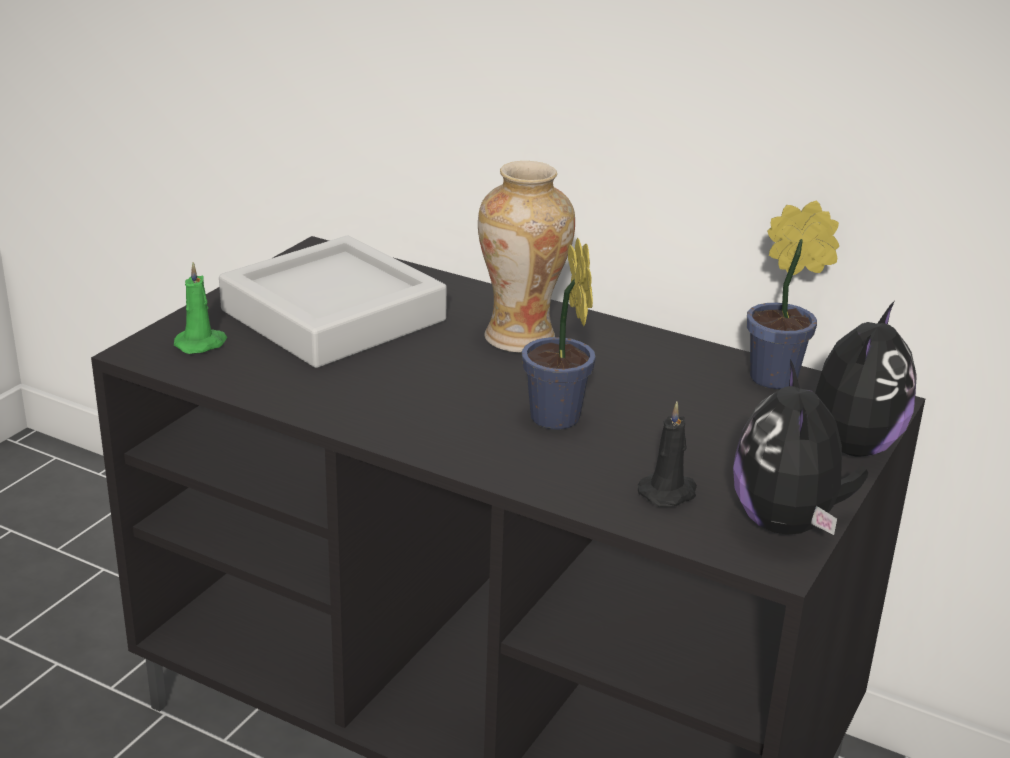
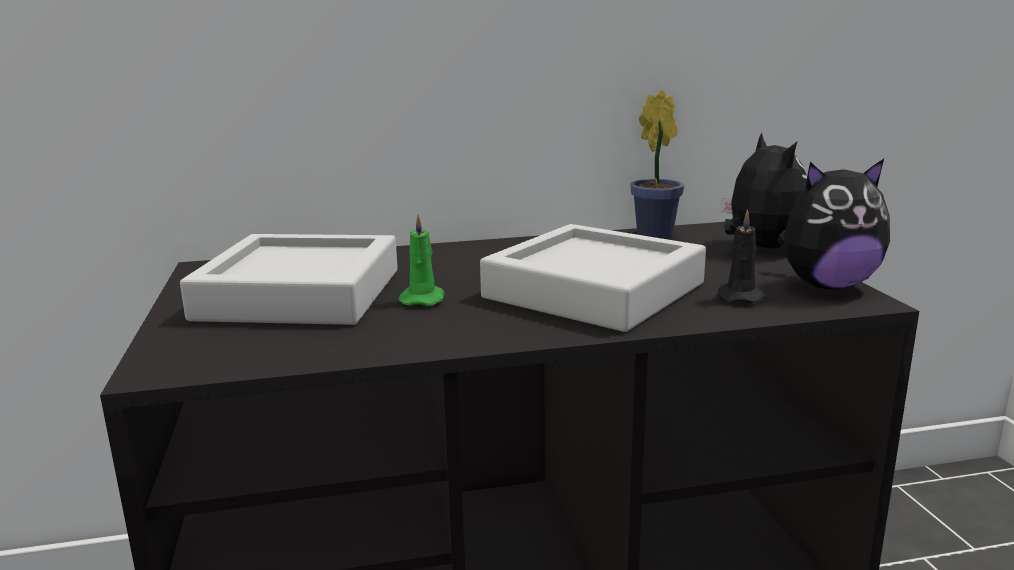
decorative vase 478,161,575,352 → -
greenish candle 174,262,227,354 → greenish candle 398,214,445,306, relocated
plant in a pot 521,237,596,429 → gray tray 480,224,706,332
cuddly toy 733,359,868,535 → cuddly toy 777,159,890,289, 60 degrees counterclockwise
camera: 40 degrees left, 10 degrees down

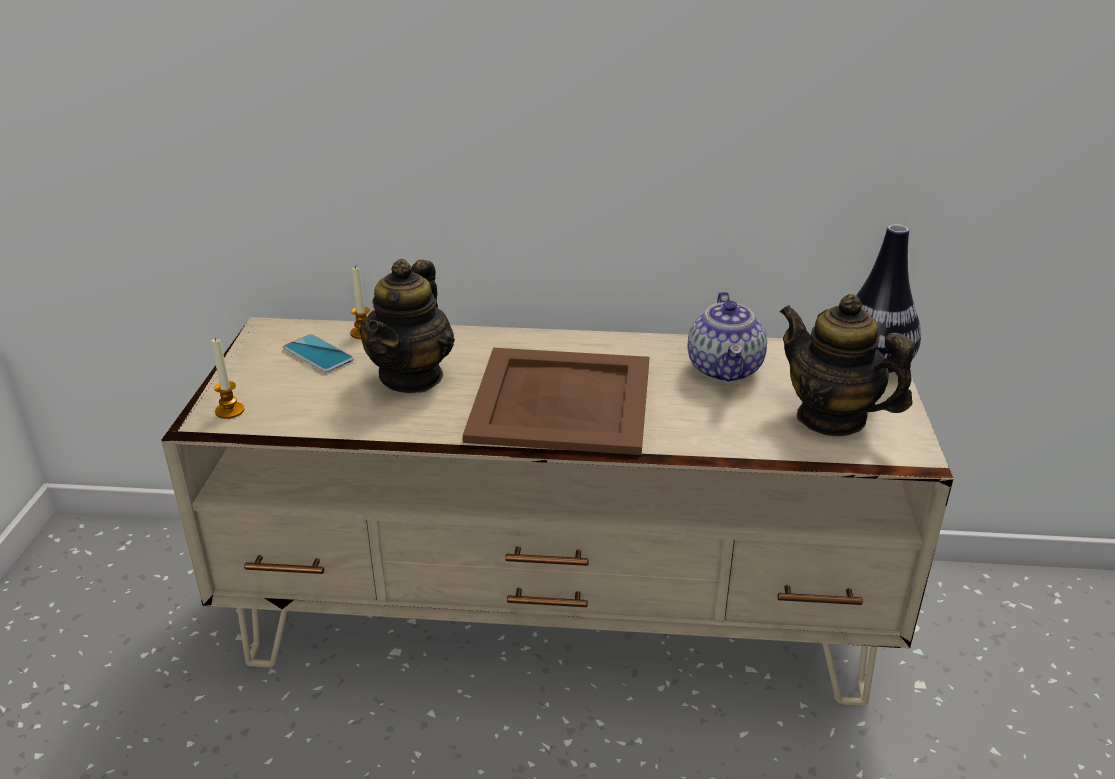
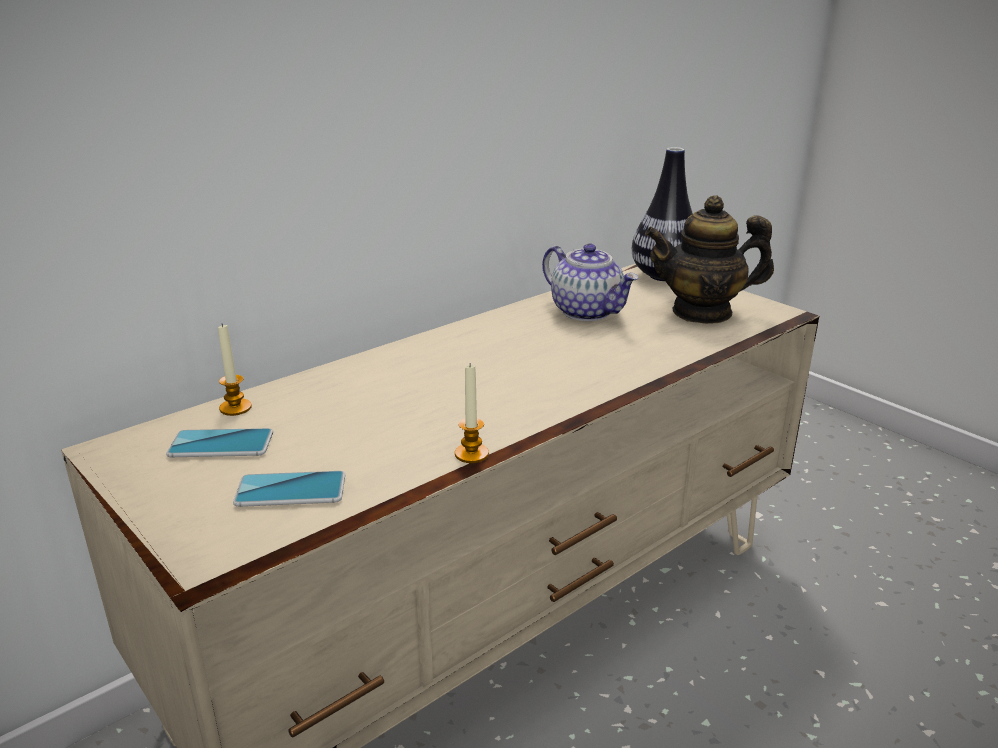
pot for tea 360,259,455,393 → -
brown-coloured tray 463,348,649,455 → -
- → phone 233,471,345,507
candle 211,338,244,419 → candle 455,364,489,463, relocated
camera: 45 degrees left, 5 degrees down

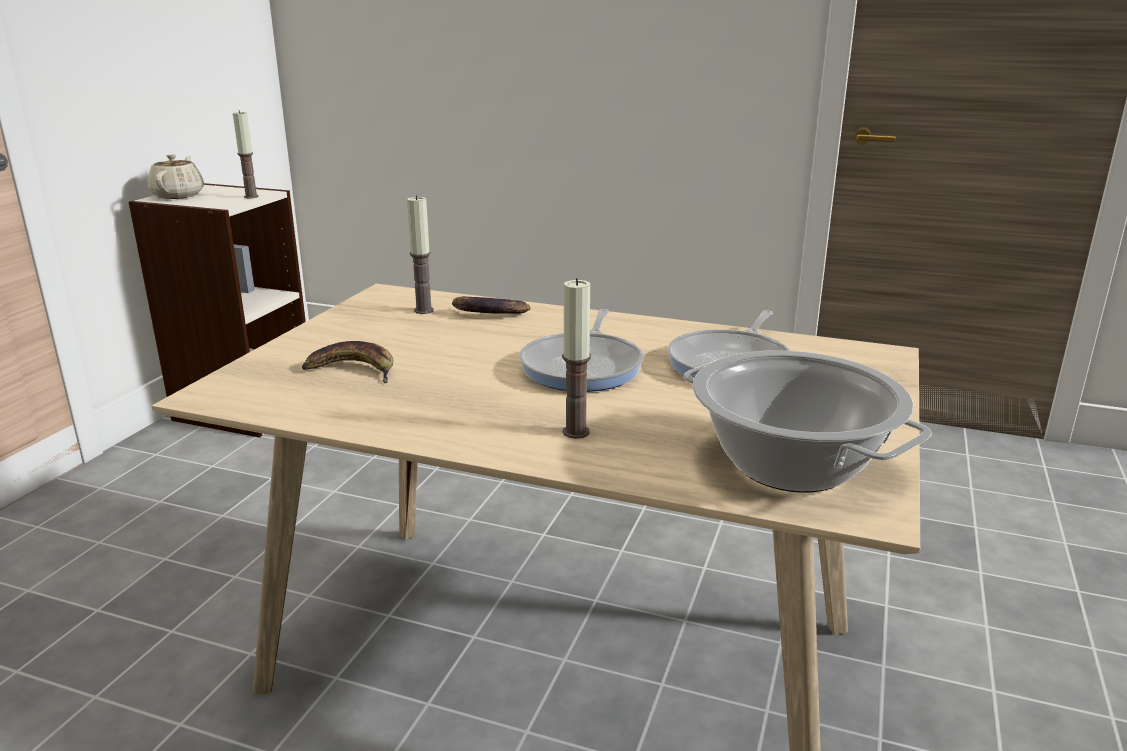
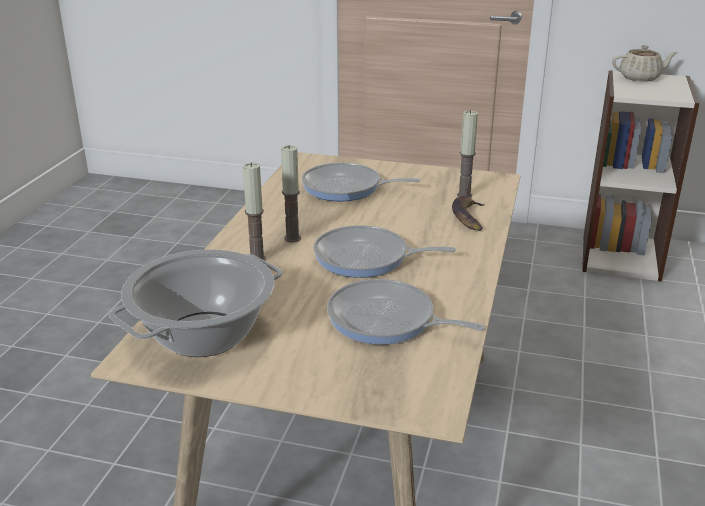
candle 233,110,259,198 → candle 281,145,301,242, relocated
whole banana 302,341,393,383 → frying pan 302,163,420,201
camera: 85 degrees right, 5 degrees up

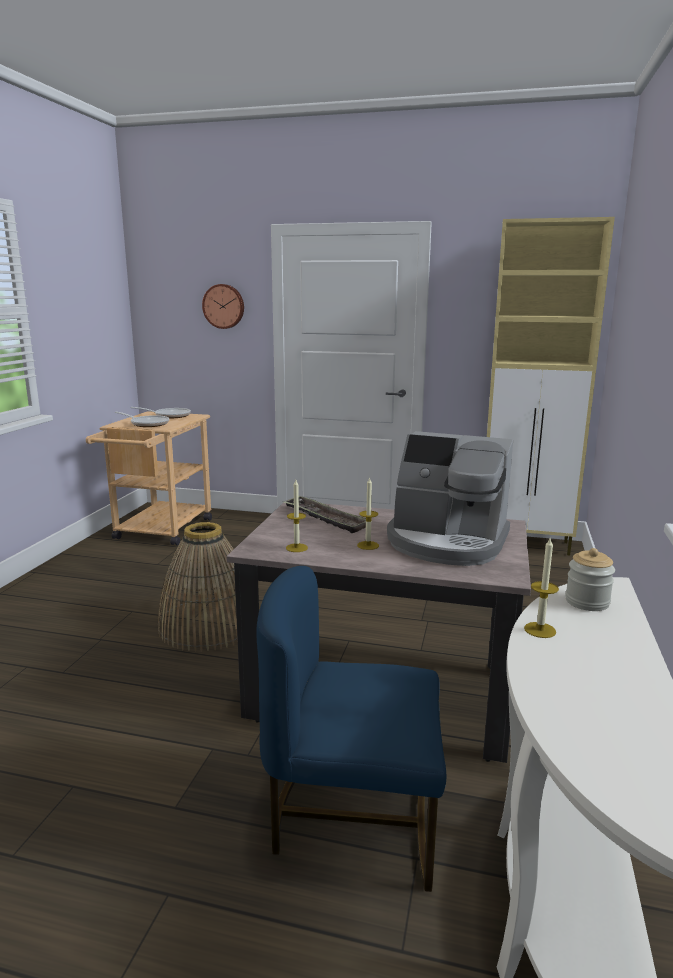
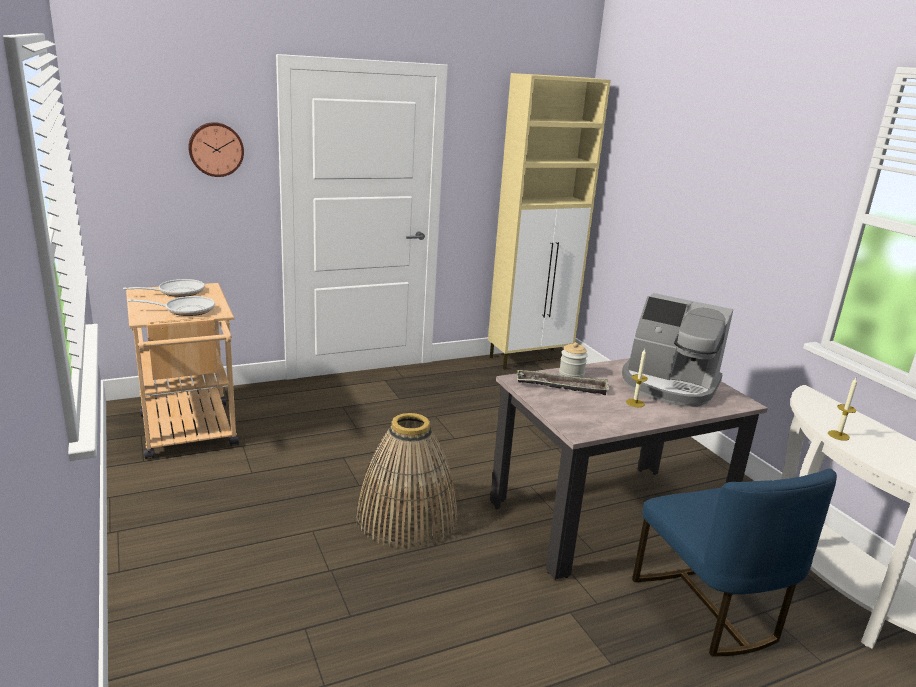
candle 286,480,308,552 → -
jar 565,548,615,611 → jar 559,342,588,378, relocated
blue upright chair 256,566,446,892 → blue upright chair 632,469,837,657, 75 degrees counterclockwise
coffee maker 387,431,513,566 → coffee maker 622,293,733,407, 45 degrees clockwise
camera: 40 degrees left, 5 degrees up

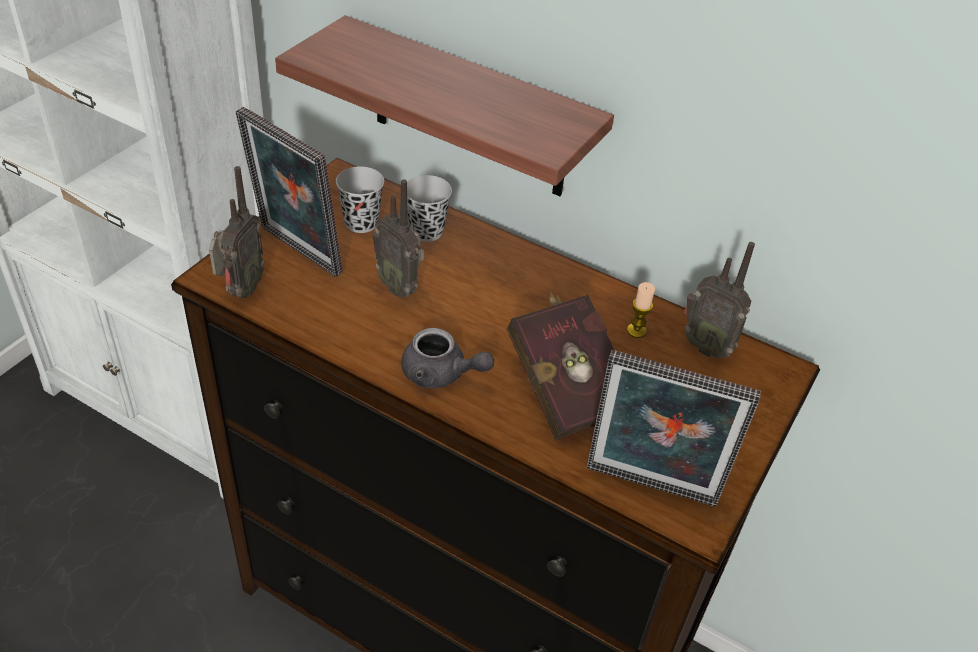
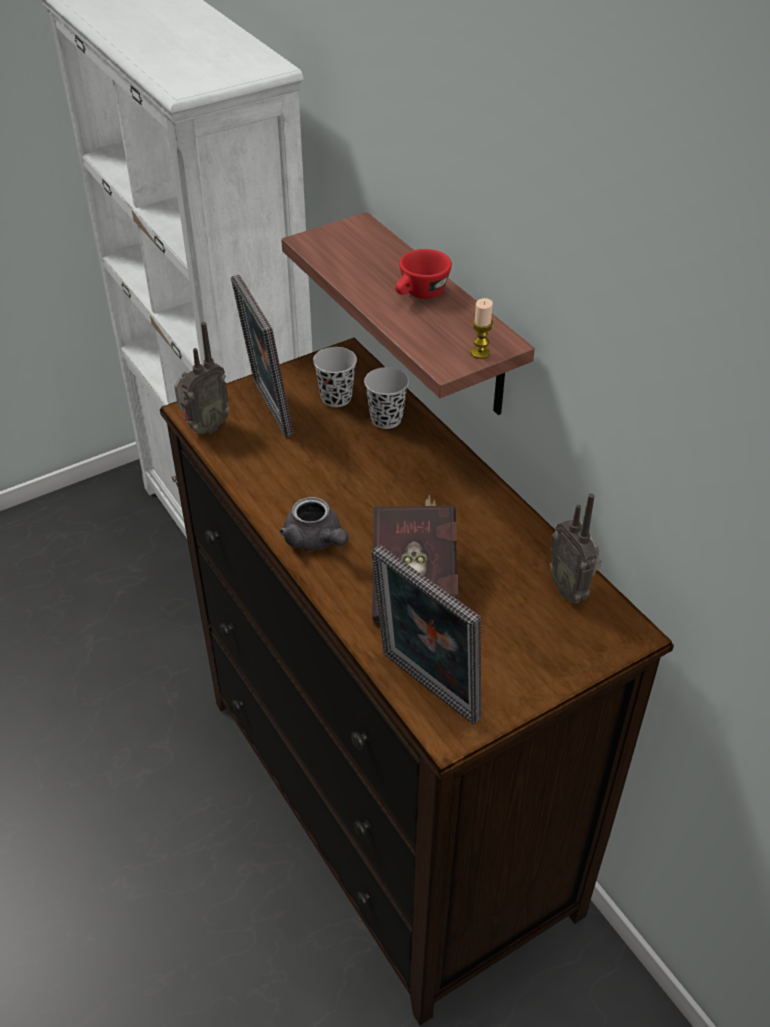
radio receiver 372,179,424,298 → -
- → red-coloured small cup 395,249,452,299
candle 627,282,655,338 → candle 471,298,493,359, relocated
camera: 30 degrees right, 0 degrees up

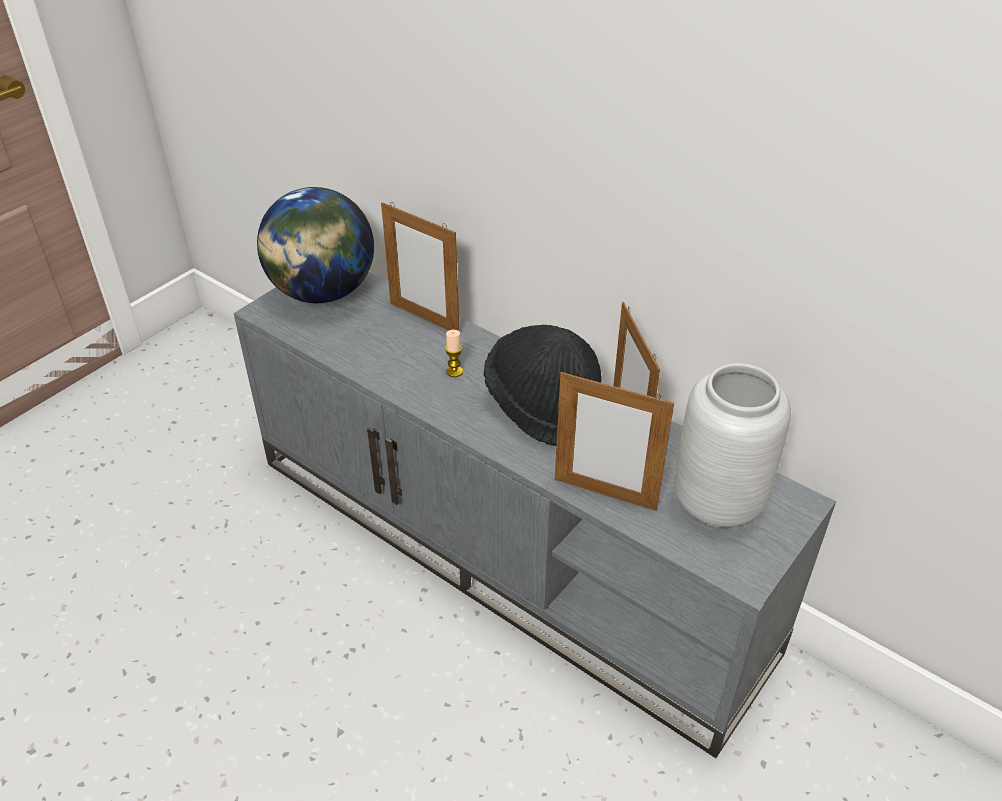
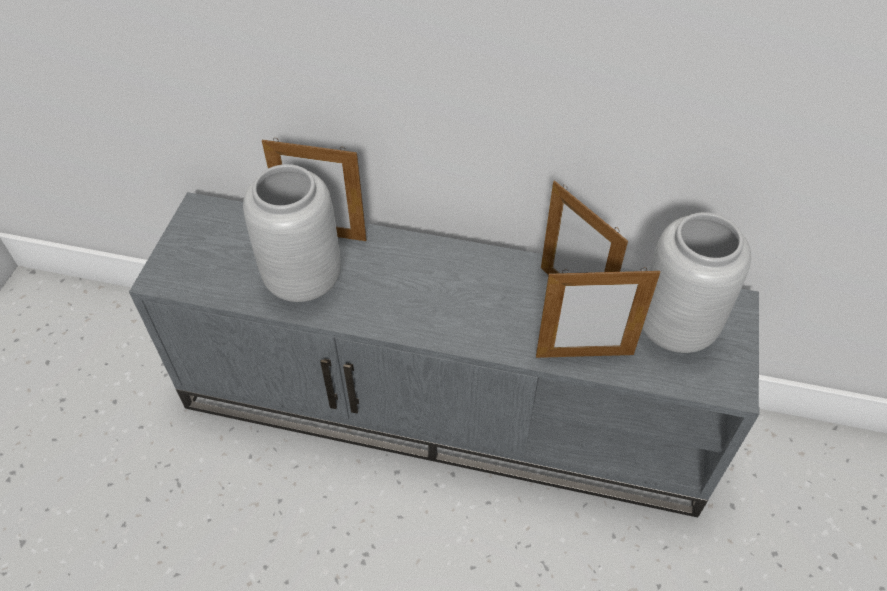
globe 257,187,374,303 → -
candle 445,330,463,377 → -
black-coloured wearable hat 484,325,602,446 → -
- → gray decorative vase 243,164,341,302
camera: 25 degrees left, 10 degrees up

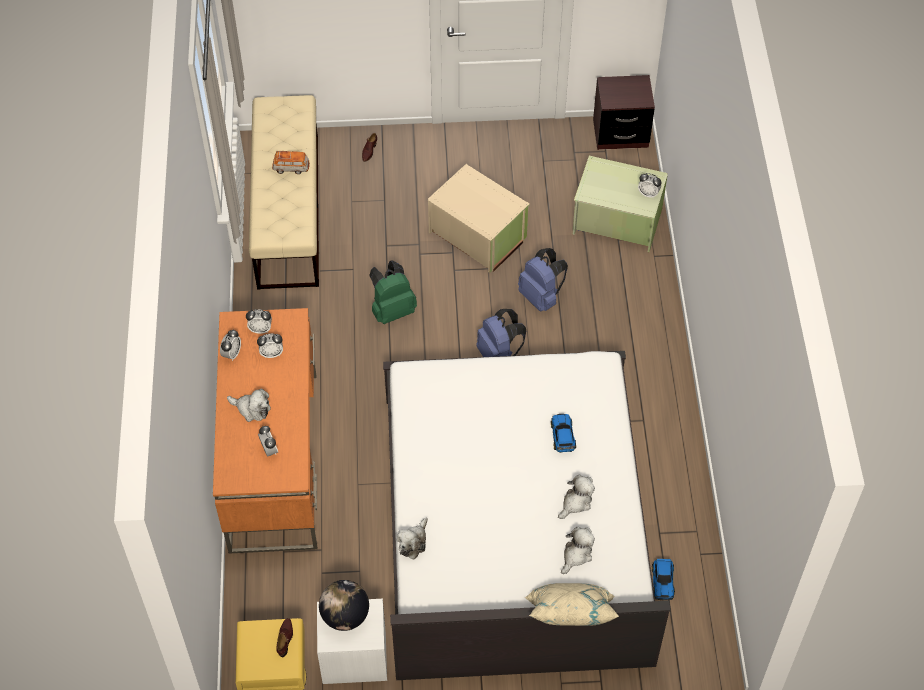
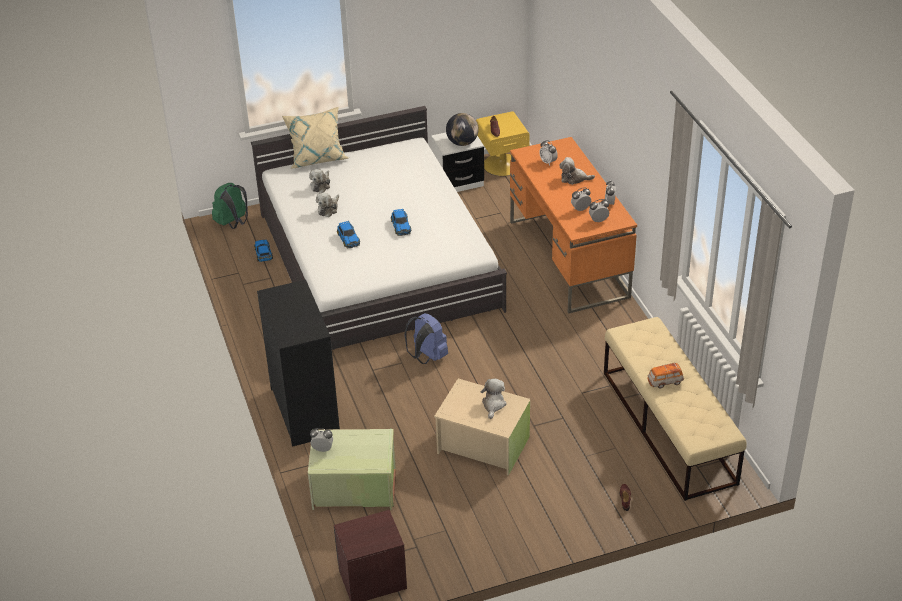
blue knapsack 518,248,568,312 → -
- → black-coloured chest of drawers 257,280,340,447
- → toy car 391,209,411,236
greenish knapsack 369,260,417,324 → greenish knapsack 212,183,248,229, relocated
cuddly toy 397,517,428,560 → cuddly toy 481,379,507,419, relocated
camera: 165 degrees right, 15 degrees down

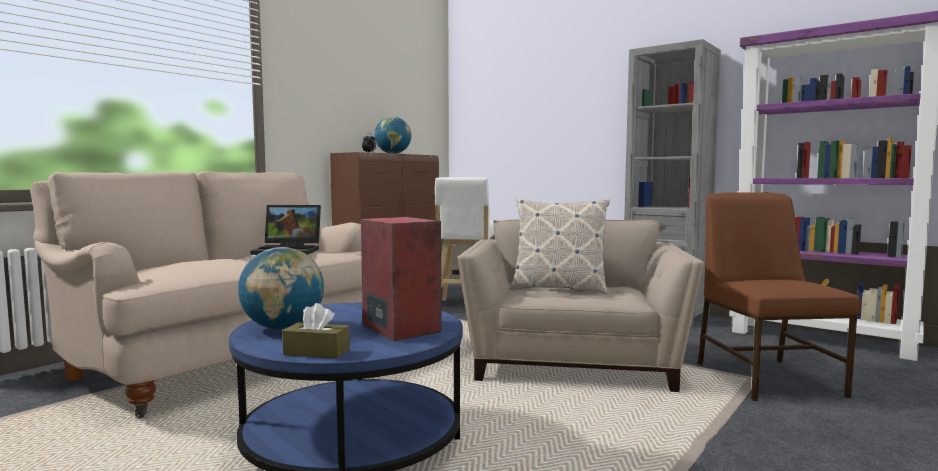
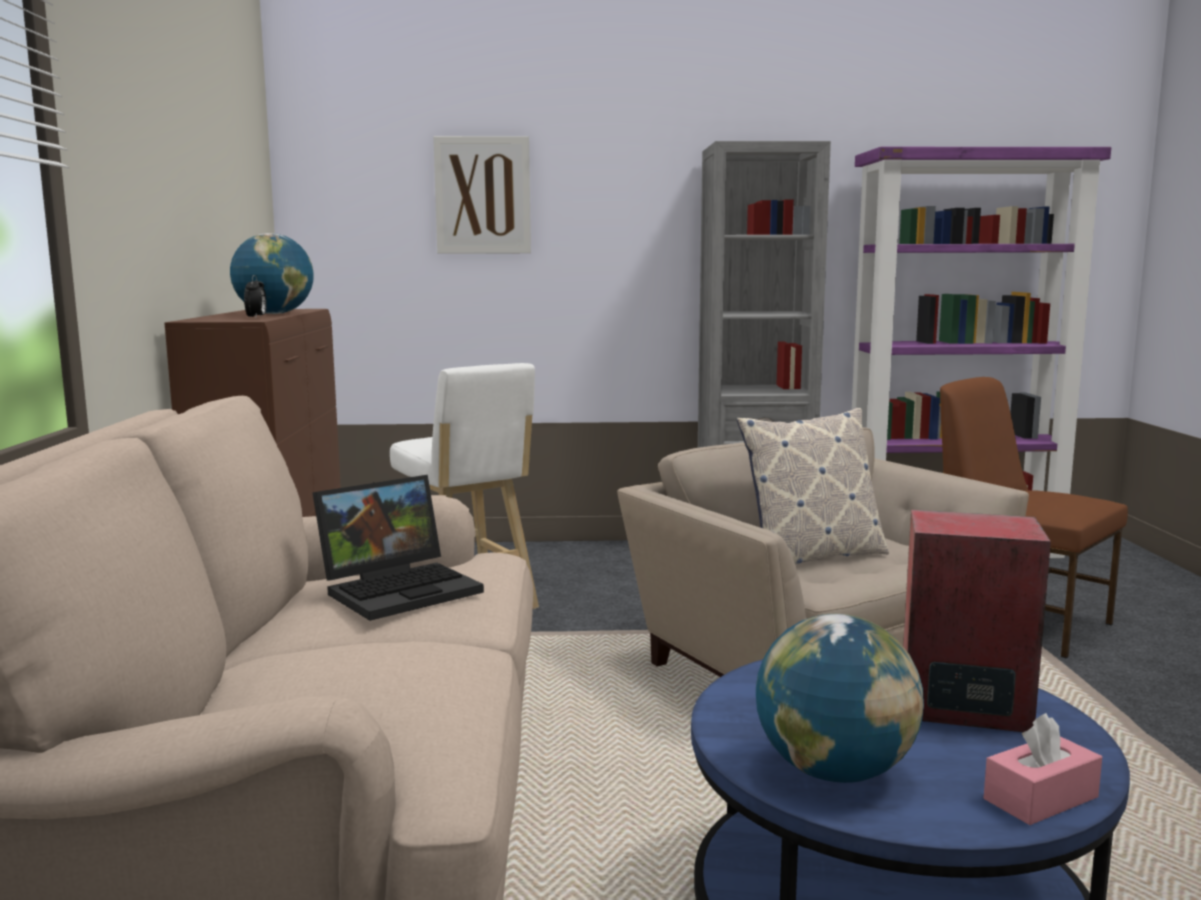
- → wall picture 433,136,531,254
brown-coloured tissue holder 282,303,350,359 → pink tissue holder 984,713,1102,825
camera: 40 degrees left, 5 degrees up

